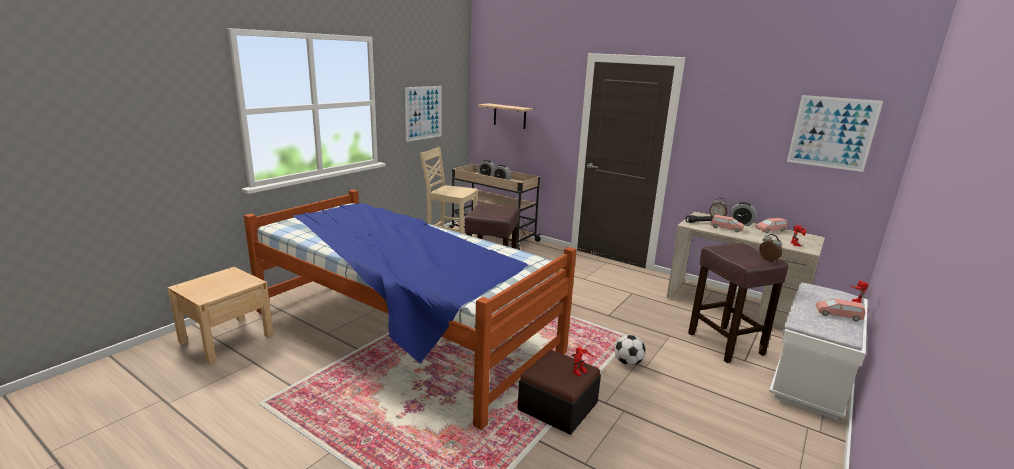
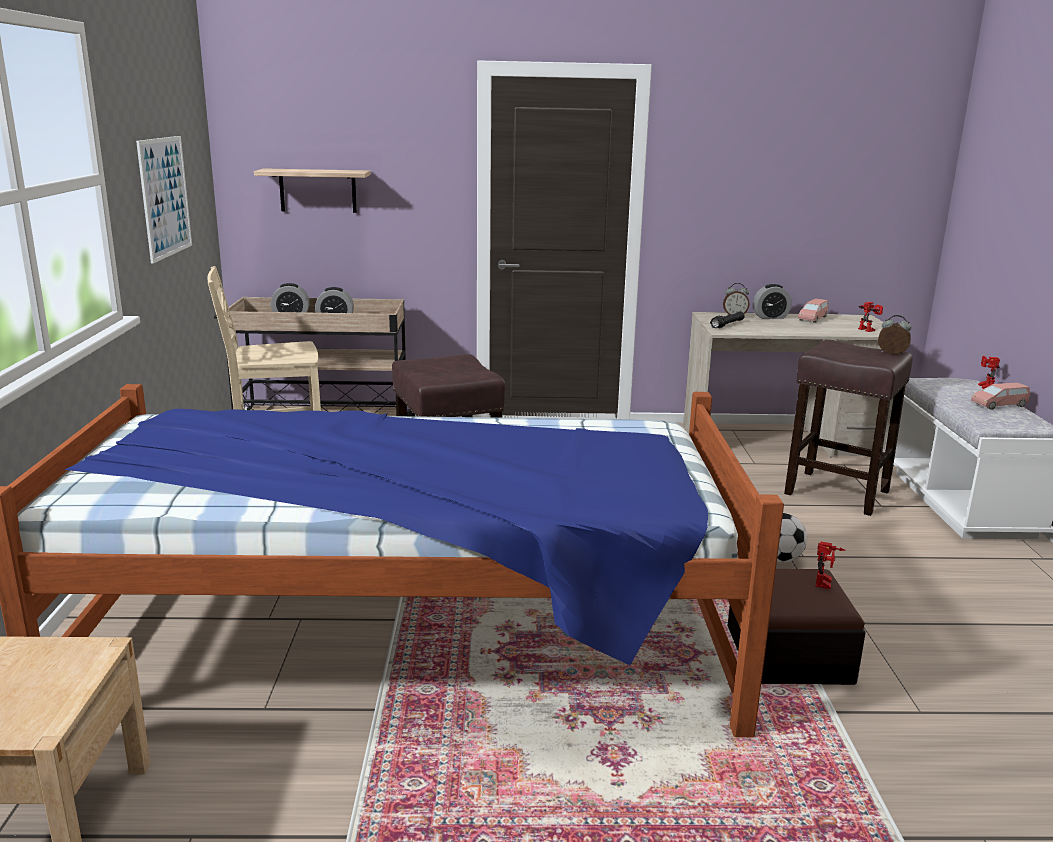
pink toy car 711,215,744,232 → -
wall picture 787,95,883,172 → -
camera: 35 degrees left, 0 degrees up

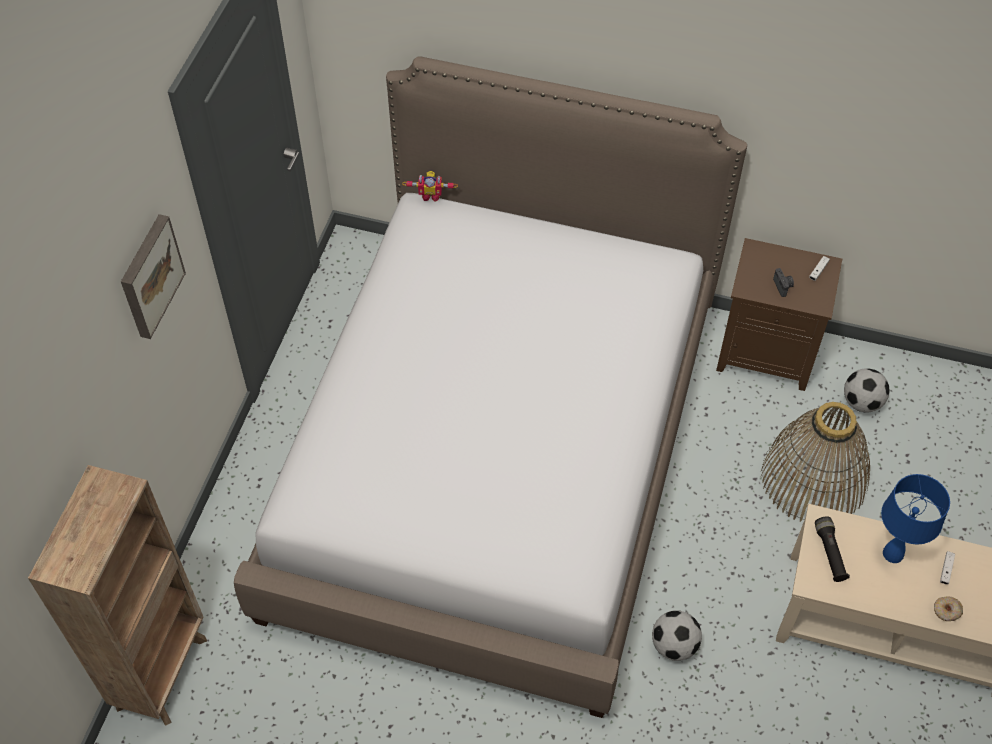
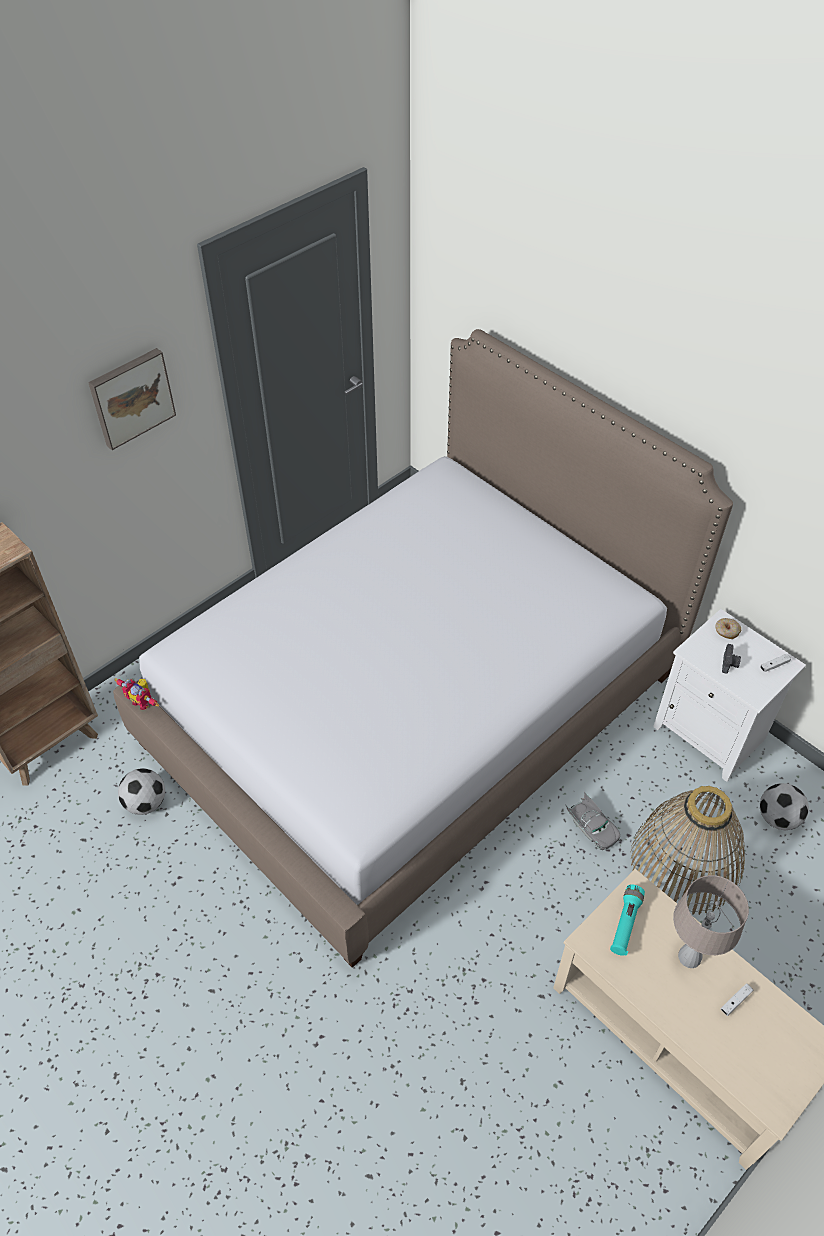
- → gray toy car 565,791,620,850
toy robot 402,171,458,202 → toy robot 115,678,159,710, relocated
football ball 652,610,702,661 → football ball 118,768,165,815, relocated
donut 934,597,963,621 → donut 715,618,741,639, relocated
brown-coloured bedside table 716,238,842,391 → white-coloured bedside table 653,609,806,782
black-coloured flashlight 815,516,850,582 → turquoise-coloured flashlight 610,884,645,956
blue table lamp 881,474,950,563 → beige-coloured table lamp 673,875,749,968
camera: 30 degrees right, 5 degrees down

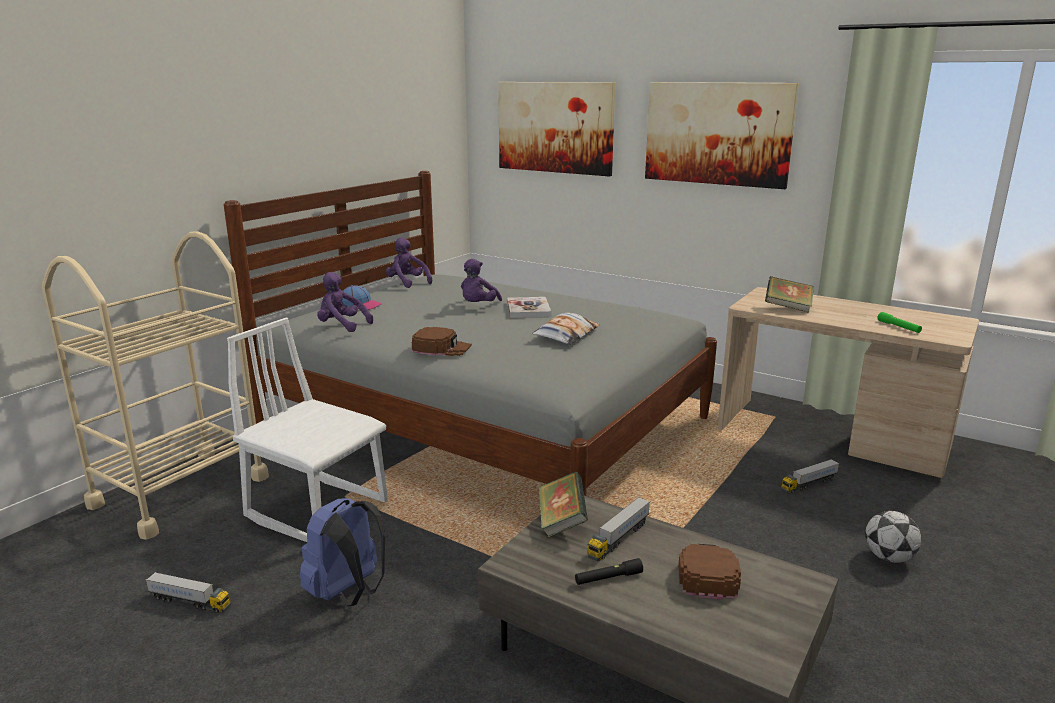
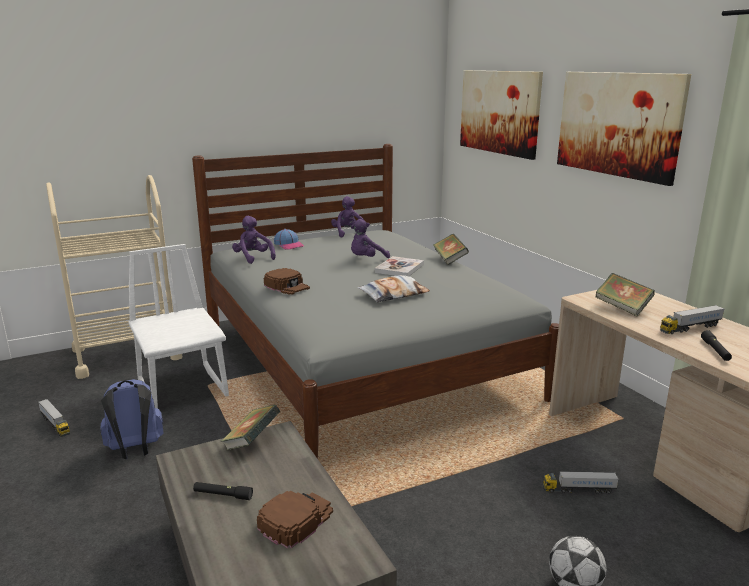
- → volume 433,234,469,265
toy truck 587,497,650,562 → toy truck 660,305,725,334, relocated
greenish flashlight 877,312,922,333 → black-coloured flashlight 701,330,732,361
camera: 30 degrees right, 0 degrees up

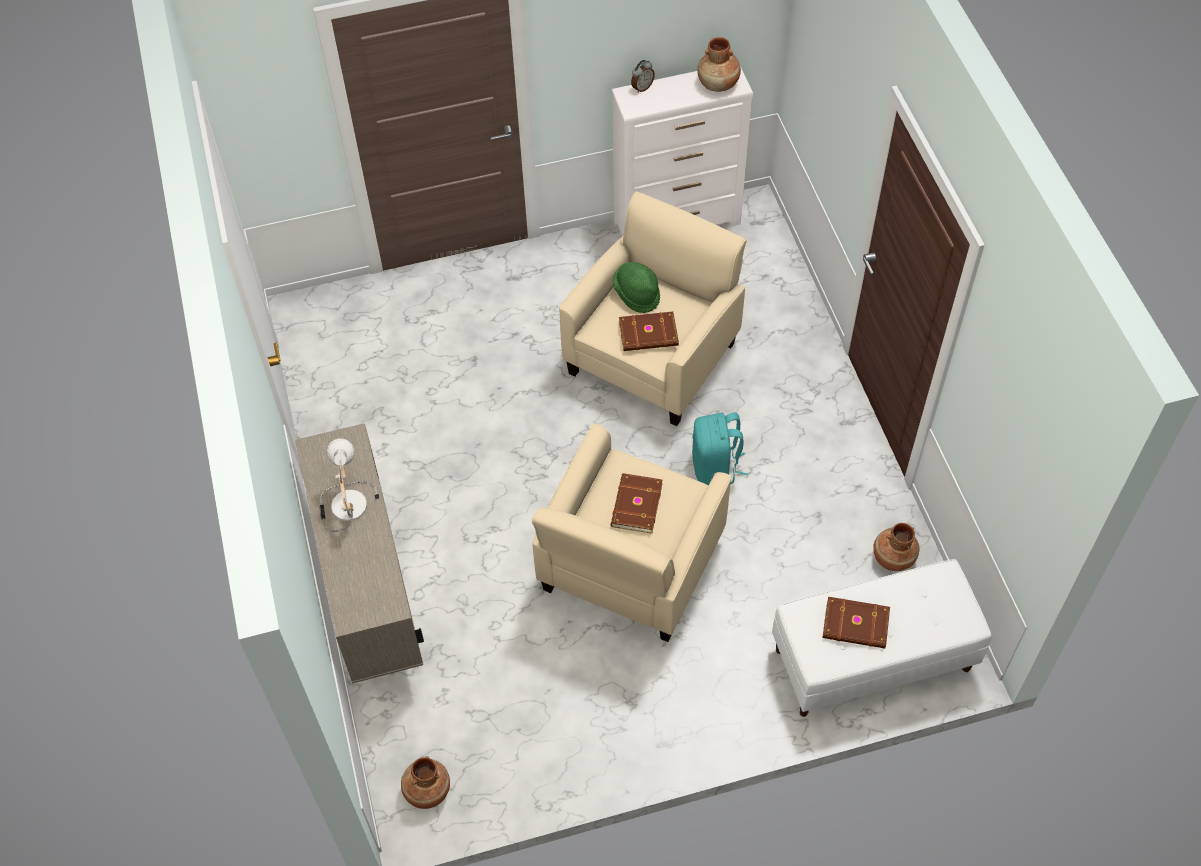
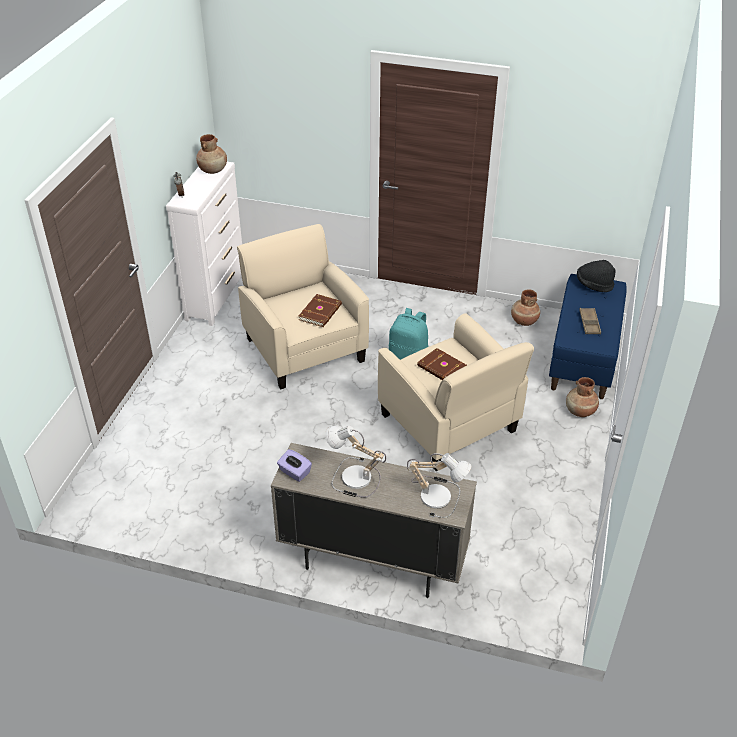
greenish wearable hat 613,262,660,313 → -
- → purple-coloured tissue holder 277,449,312,482
- → table lamp 407,453,471,518
- → black-coloured wearable hat 577,260,615,292
brown-coloured decorative vase 401,756,450,809 → brown-coloured decorative vase 566,377,599,417, relocated
brown-coloured volume 822,597,890,649 → brown-coloured tray 579,308,601,334
white-coloured long seat 772,559,992,717 → blue long seat 549,274,627,399
camera: 60 degrees left, 15 degrees down

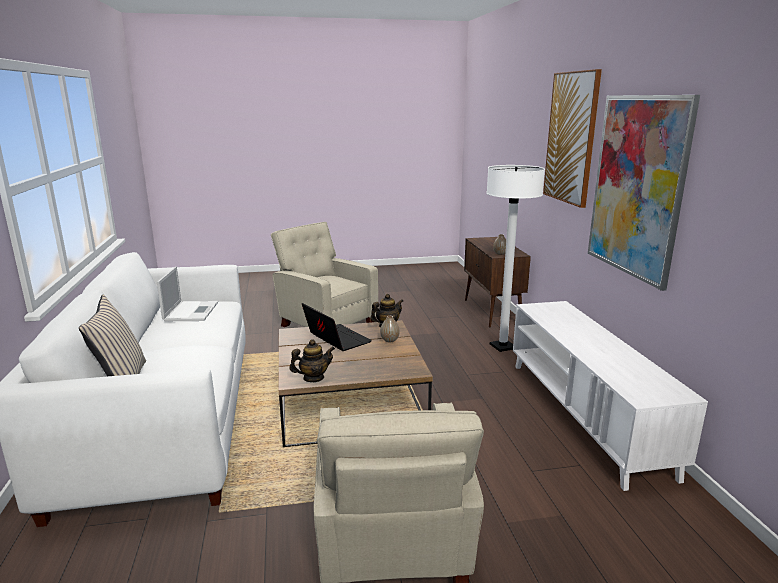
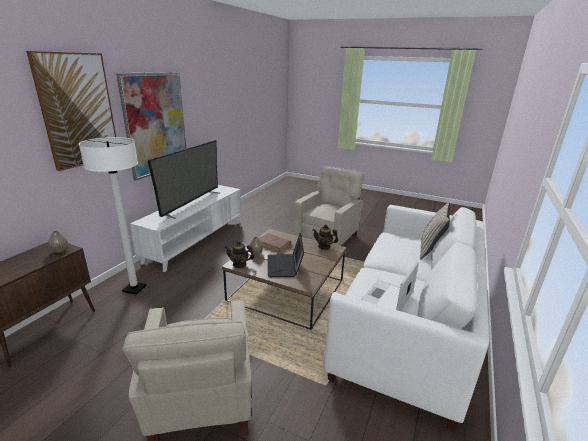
- → TV 147,140,220,219
- → brown-coloured volume 258,233,291,253
camera: 145 degrees left, 5 degrees up

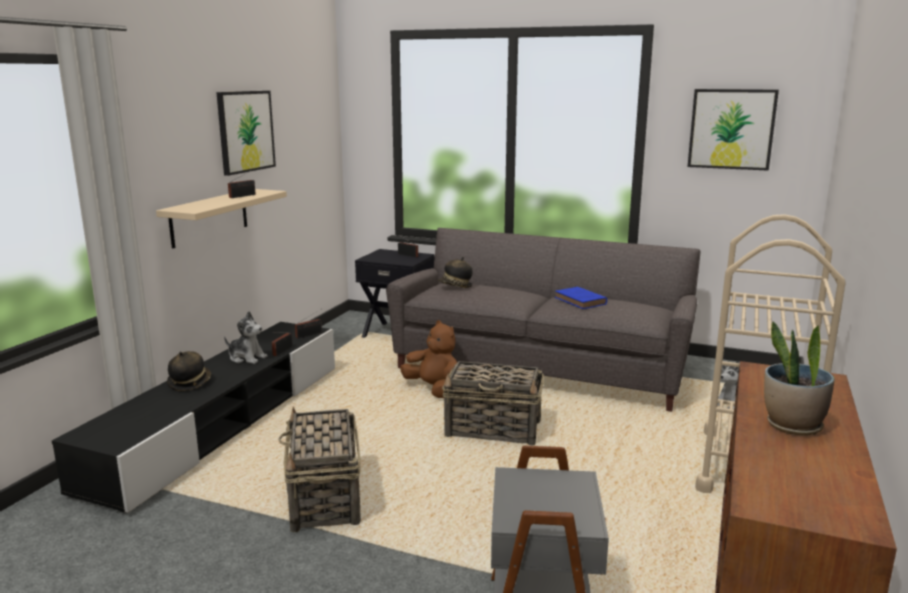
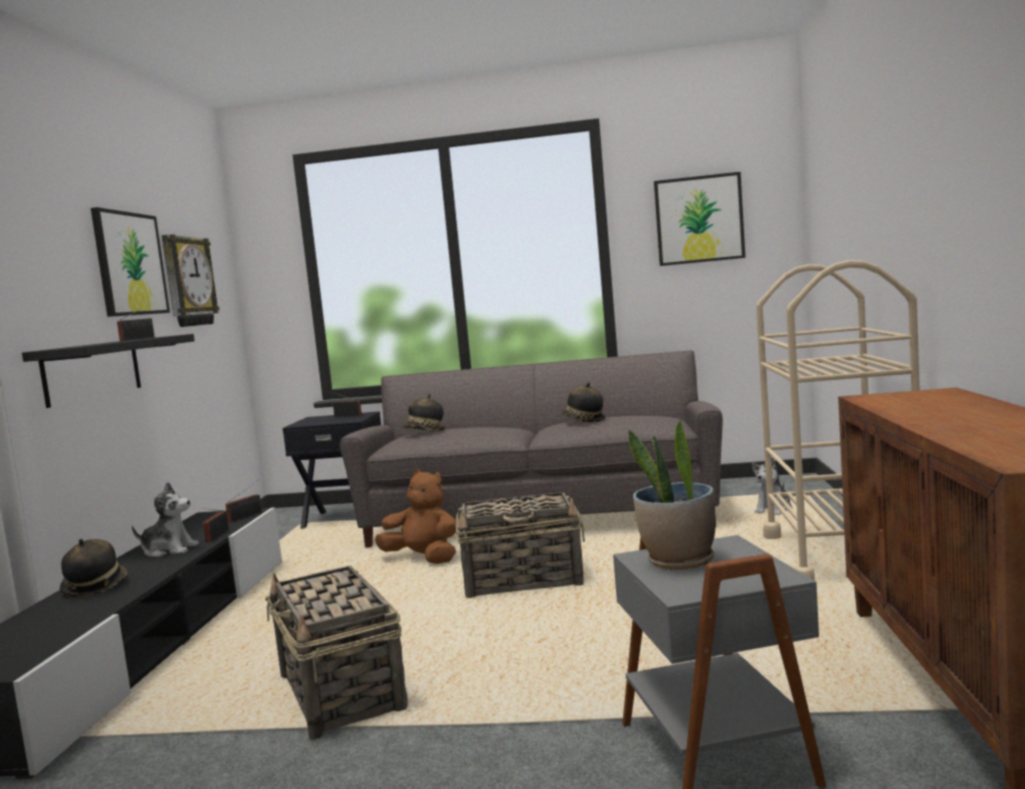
- → wall clock 162,234,220,327
plant in a pot 764,321,835,436 → plant in a pot 628,420,716,570, relocated
blue volume 555,287,607,309 → wearable hat 561,382,605,422
beige-coloured wall shelf 156,189,287,248 → black-coloured wall shelf 22,334,195,408
camera: 15 degrees left, 10 degrees down

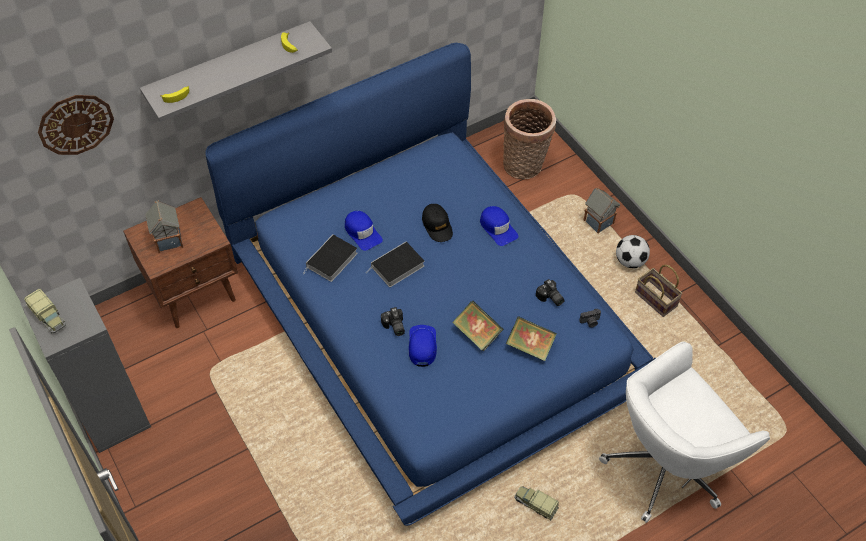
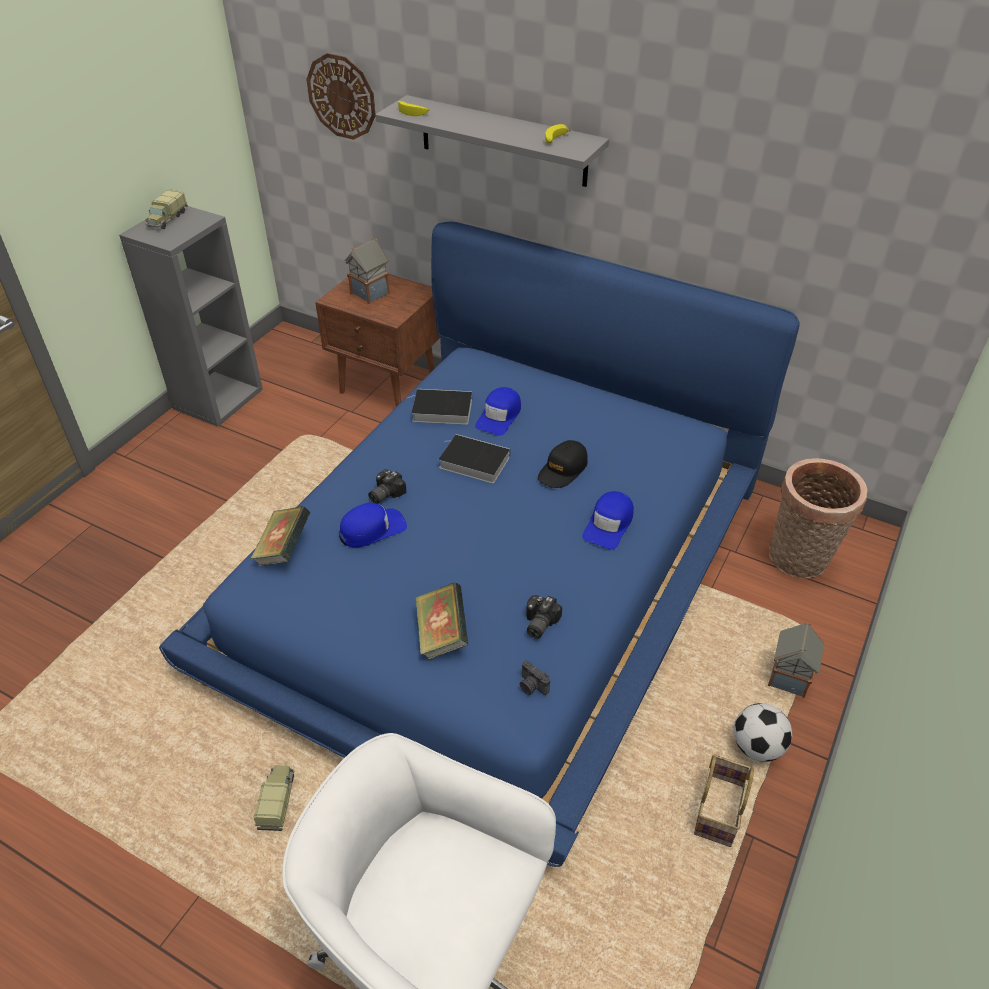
volume 452,301,503,351 → volume 251,506,310,566, relocated
camera: 60 degrees right, 10 degrees down

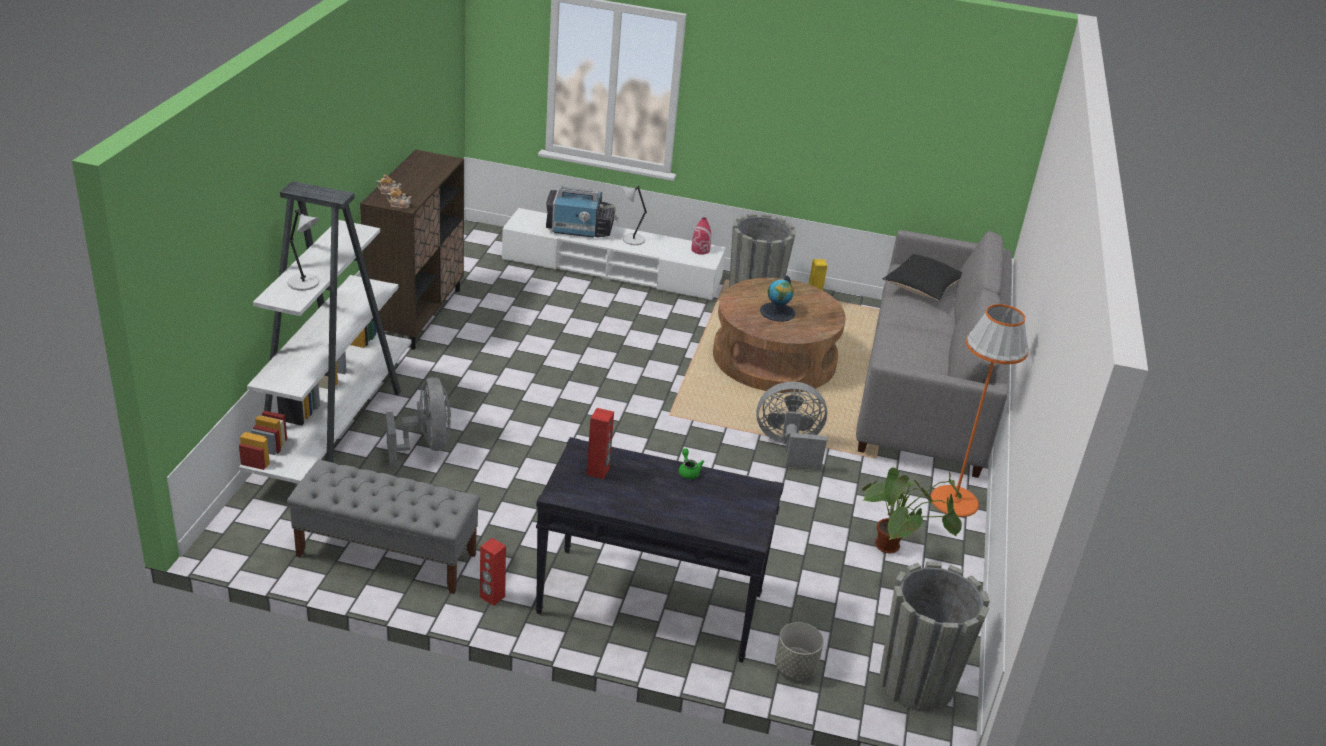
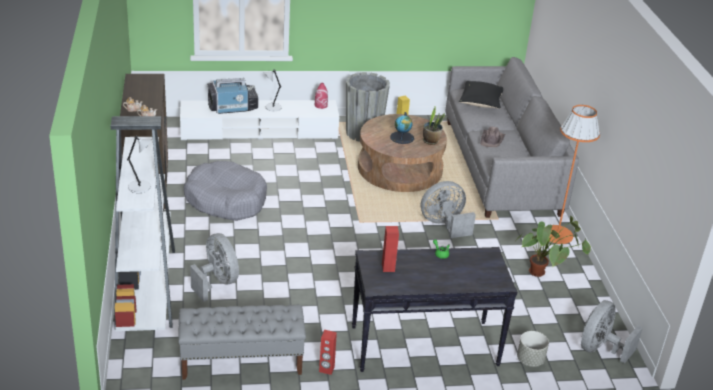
- → gray dog bed 184,161,267,221
- → plant in a pot 423,107,445,145
- → brown-coloured wearable hat 480,127,505,147
gray flower pot 880,562,990,712 → gray cooling fan 581,300,643,363
camera: 20 degrees left, 0 degrees up

